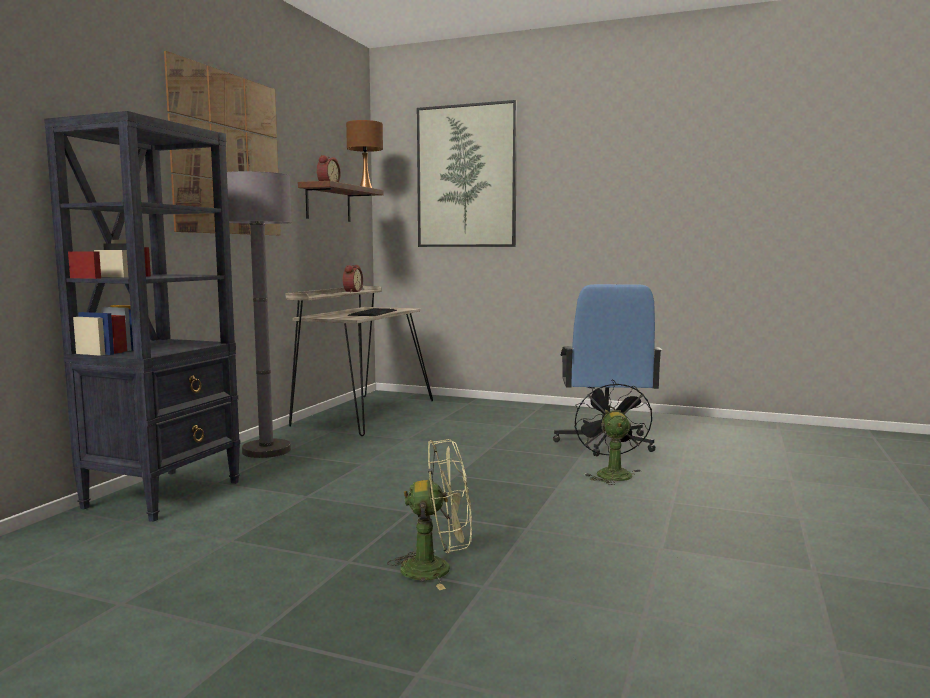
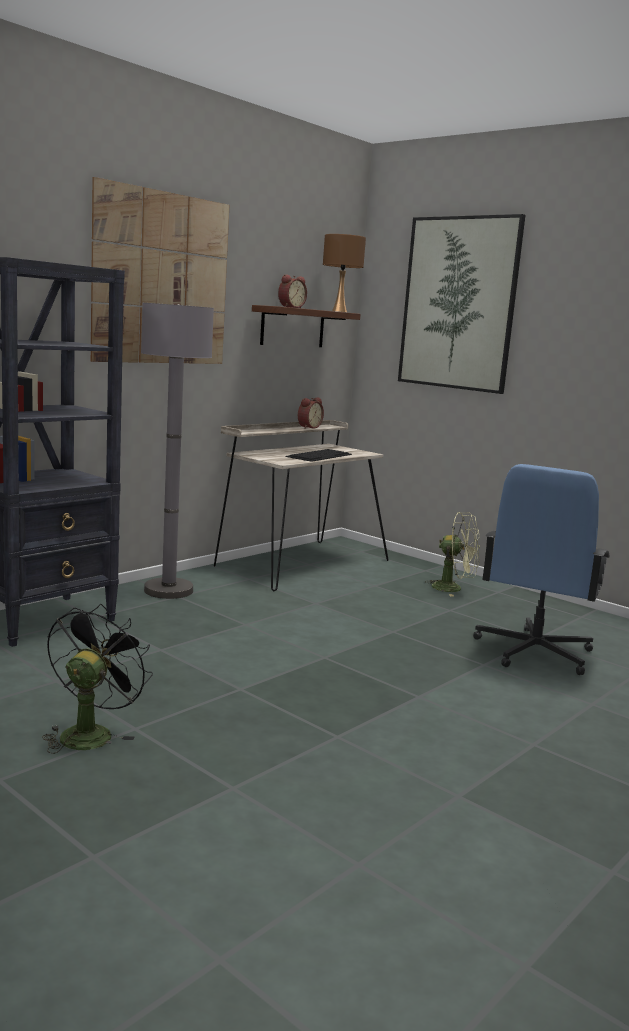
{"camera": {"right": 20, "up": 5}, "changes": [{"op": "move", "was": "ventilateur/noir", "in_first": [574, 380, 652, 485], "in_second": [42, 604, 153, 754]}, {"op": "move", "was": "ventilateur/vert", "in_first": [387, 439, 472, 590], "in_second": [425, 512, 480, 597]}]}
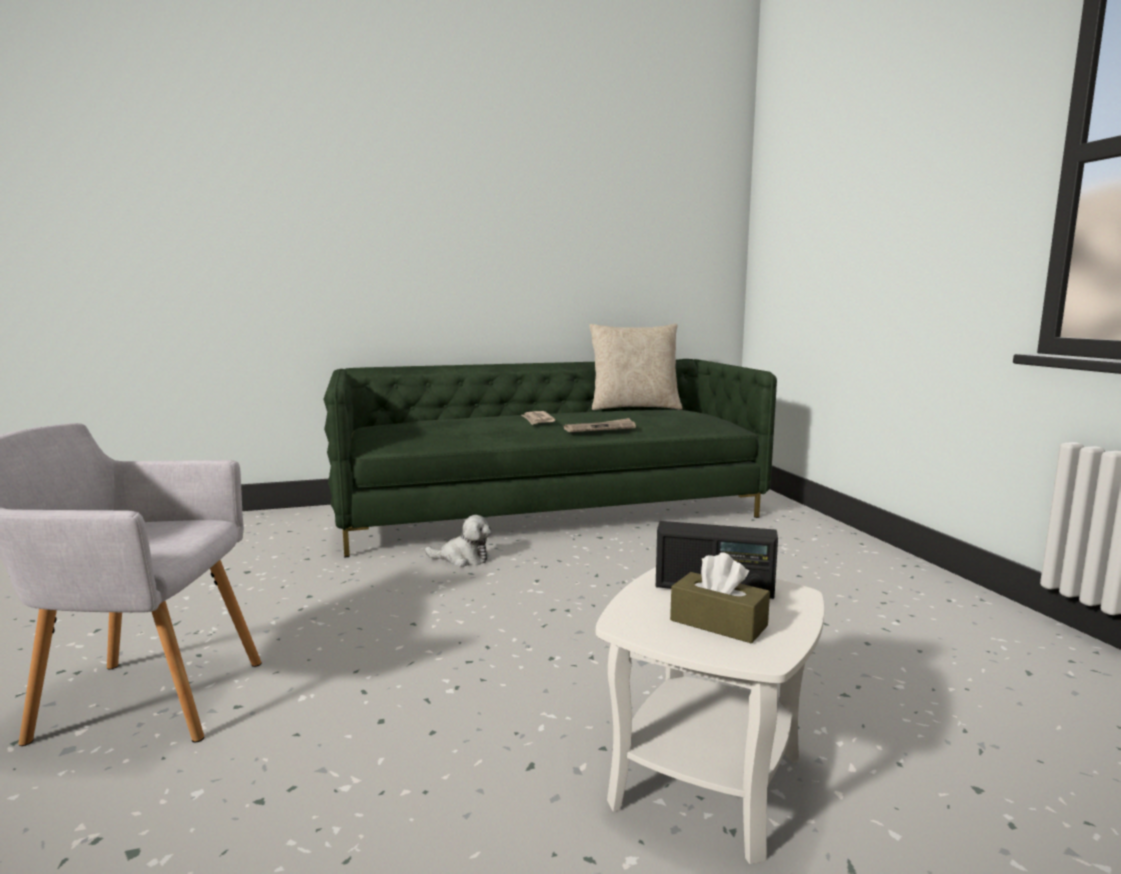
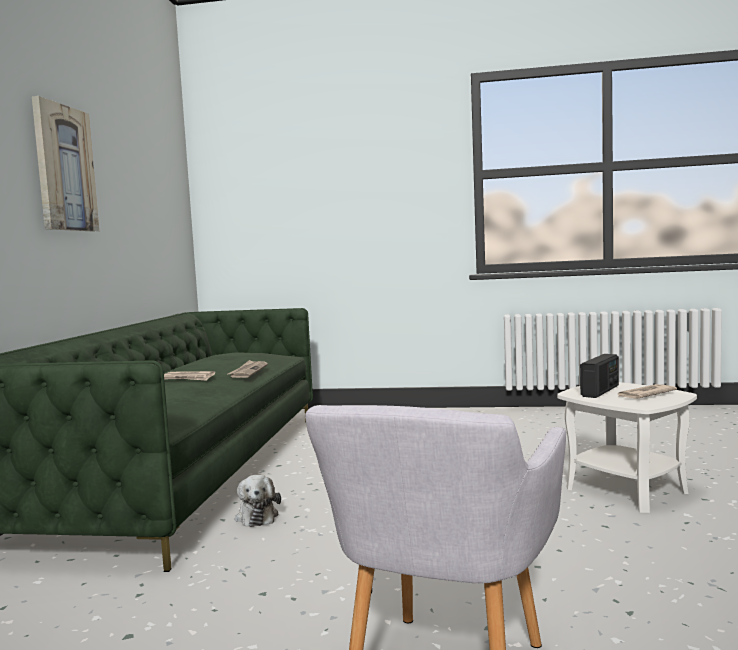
{"camera": {"right": -65, "up": -5}, "changes": [{"op": "insert", "now": "tableau", "in_second": [32, 96, 99, 232]}, {"op": "rotate", "was": "peluche", "in_first": [425, 515, 492, 567], "in_second": [235, 475, 281, 527], "clockwise": 135}, {"op": "replace", "was": "boîte à mouchoirs/marron", "now": "journal", "in_first": [670, 552, 770, 644], "in_second": [618, 384, 677, 399]}, {"op": "delete", "was": "coussin/beige", "in_first": [589, 323, 683, 410]}]}
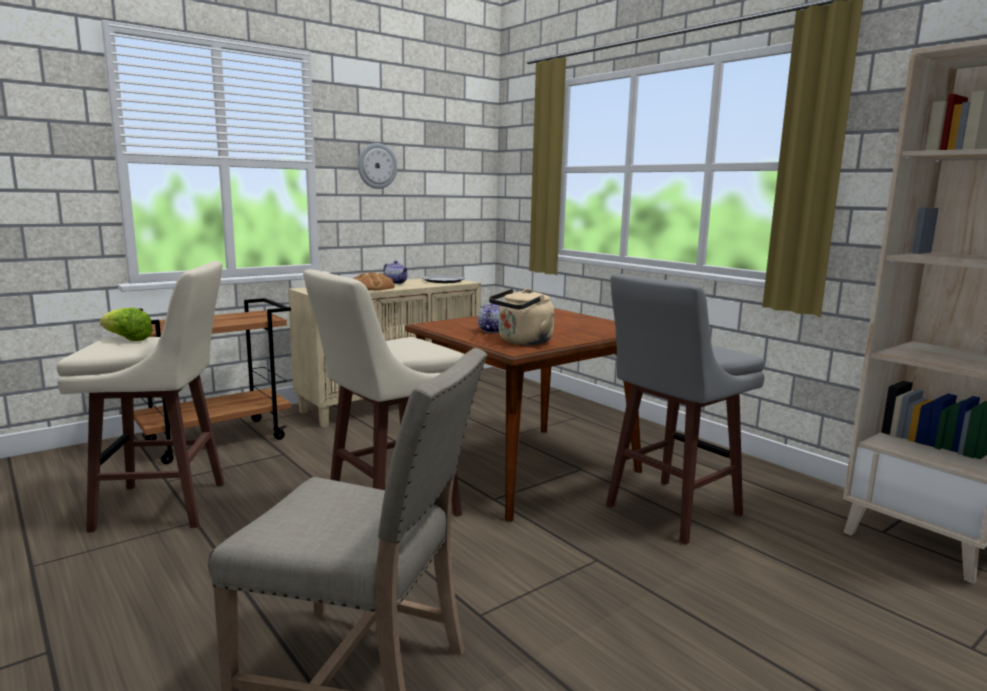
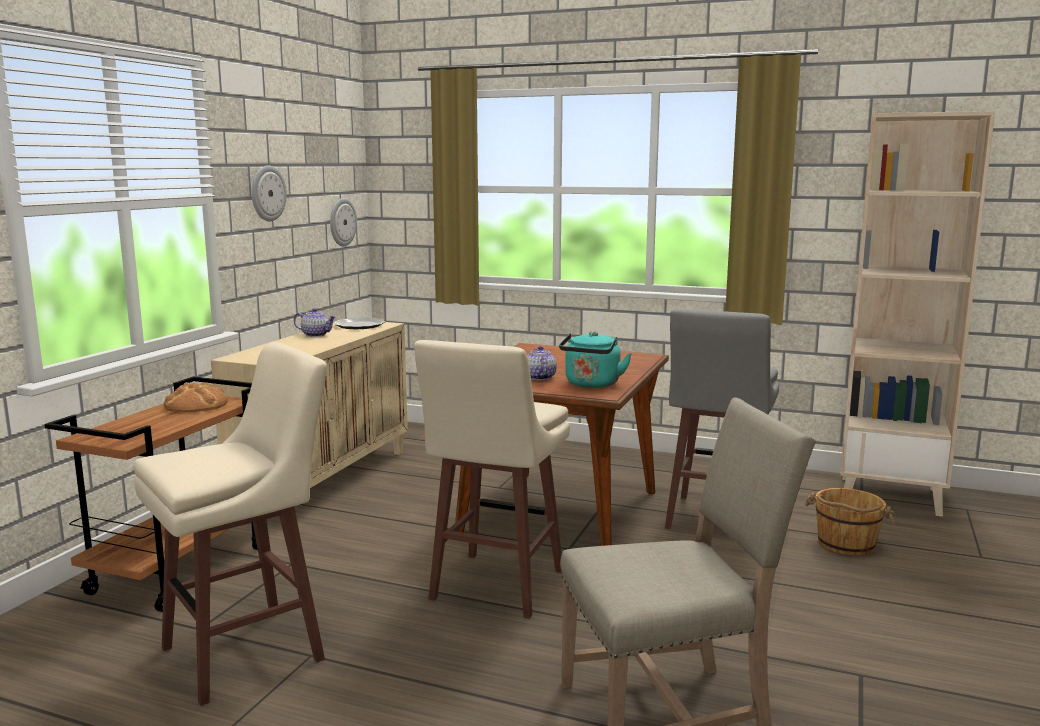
{"camera": {"right": -30, "up": 0}, "changes": [{"op": "move", "was": "pain", "in_first": [353, 272, 395, 290], "in_second": [164, 382, 228, 412]}, {"op": "insert", "now": "horloge murale", "in_second": [330, 198, 357, 247]}, {"op": "recolor", "was": "bouilloire/beige", "now": "bouilloire/turquoise", "in_first": [489, 288, 555, 345], "in_second": [559, 331, 632, 388]}, {"op": "insert", "now": "seau/marron", "in_second": [805, 488, 895, 556]}, {"op": "delete", "was": "laitue", "in_first": [100, 308, 153, 341]}]}
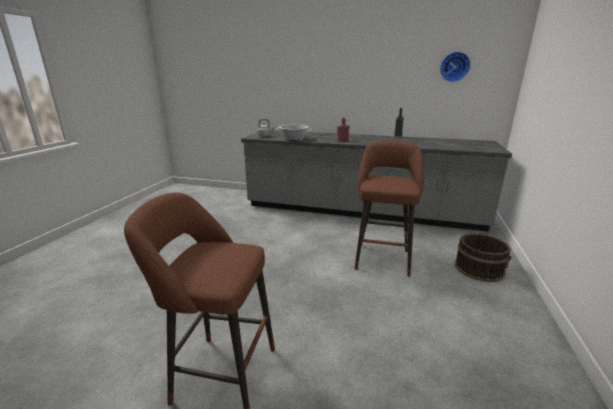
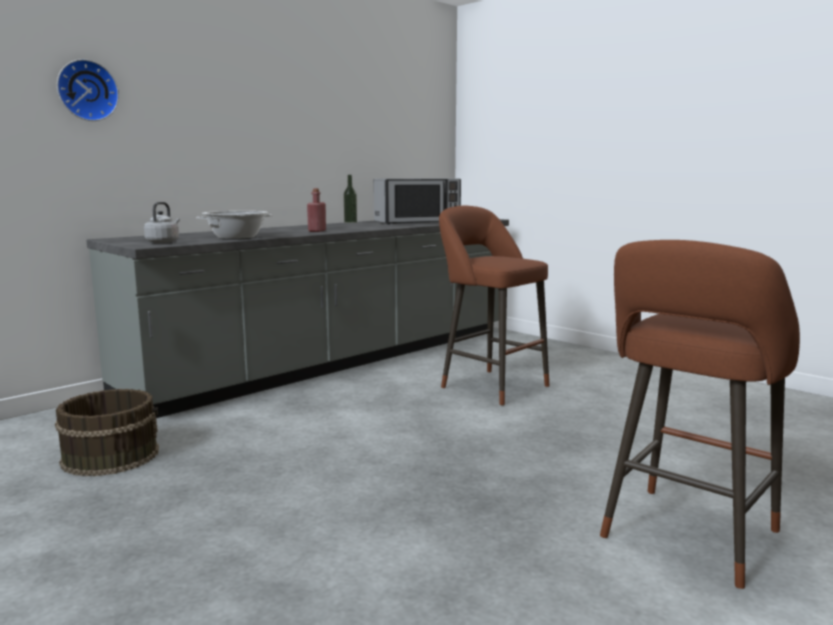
{"camera": {"right": -60, "up": -10}, "changes": [{"op": "move", "was": "seau/marron", "in_first": [454, 233, 512, 282], "in_second": [55, 389, 159, 476]}, {"op": "move", "was": "horloge murale", "in_first": [440, 52, 471, 82], "in_second": [57, 59, 119, 121]}, {"op": "insert", "now": "micro-ondes", "in_second": [374, 178, 461, 224]}]}
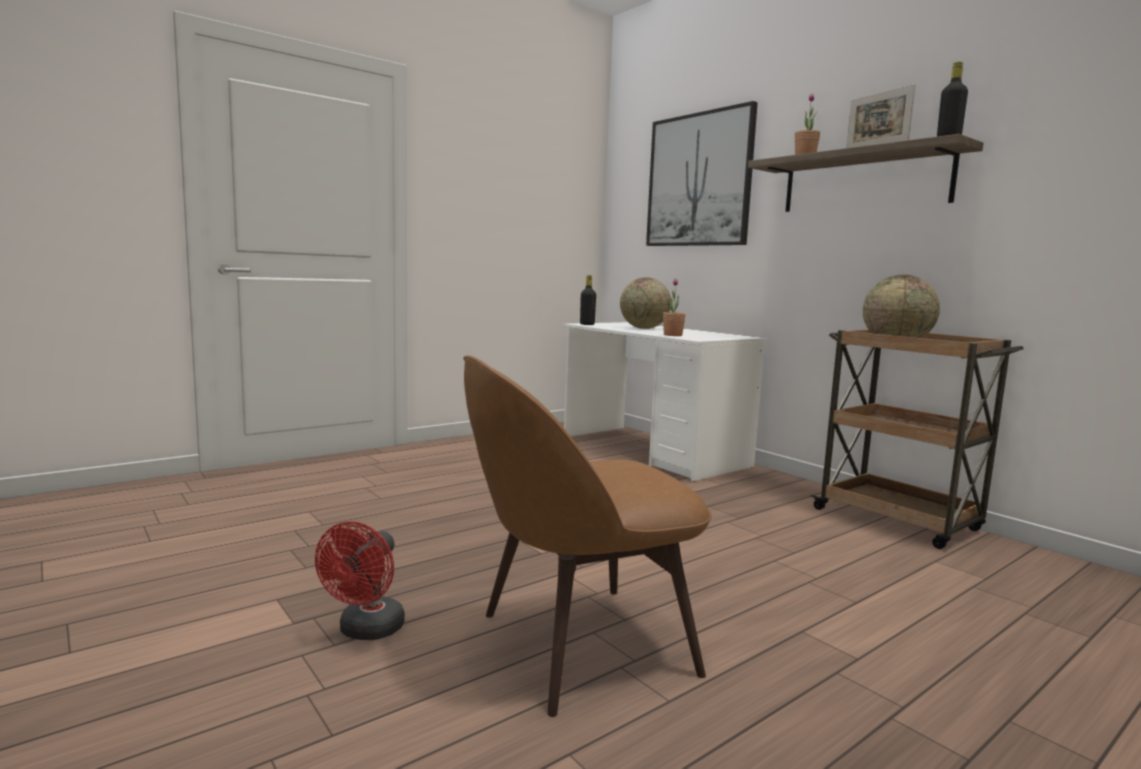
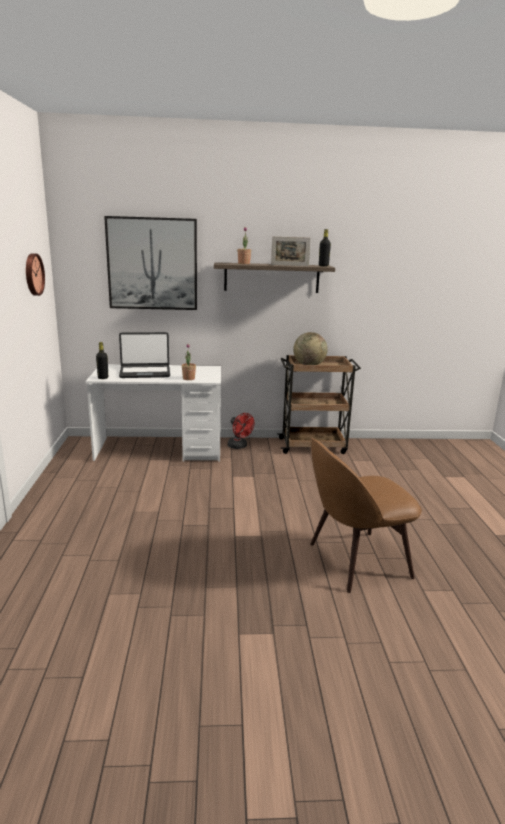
{"camera": {"right": -55, "up": 10}, "changes": [{"op": "insert", "now": "horloge murale", "in_second": [26, 253, 45, 296]}, {"op": "replace", "was": "globe", "now": "ordinateur portable", "in_first": [620, 277, 671, 329], "in_second": [119, 332, 170, 378]}, {"op": "move", "was": "ventilateur/rouge", "in_first": [315, 521, 405, 640], "in_second": [228, 413, 254, 449]}, {"op": "rotate", "was": "chaise/marron", "in_first": [463, 355, 712, 717], "in_second": [310, 438, 422, 593], "clockwise": 60}]}
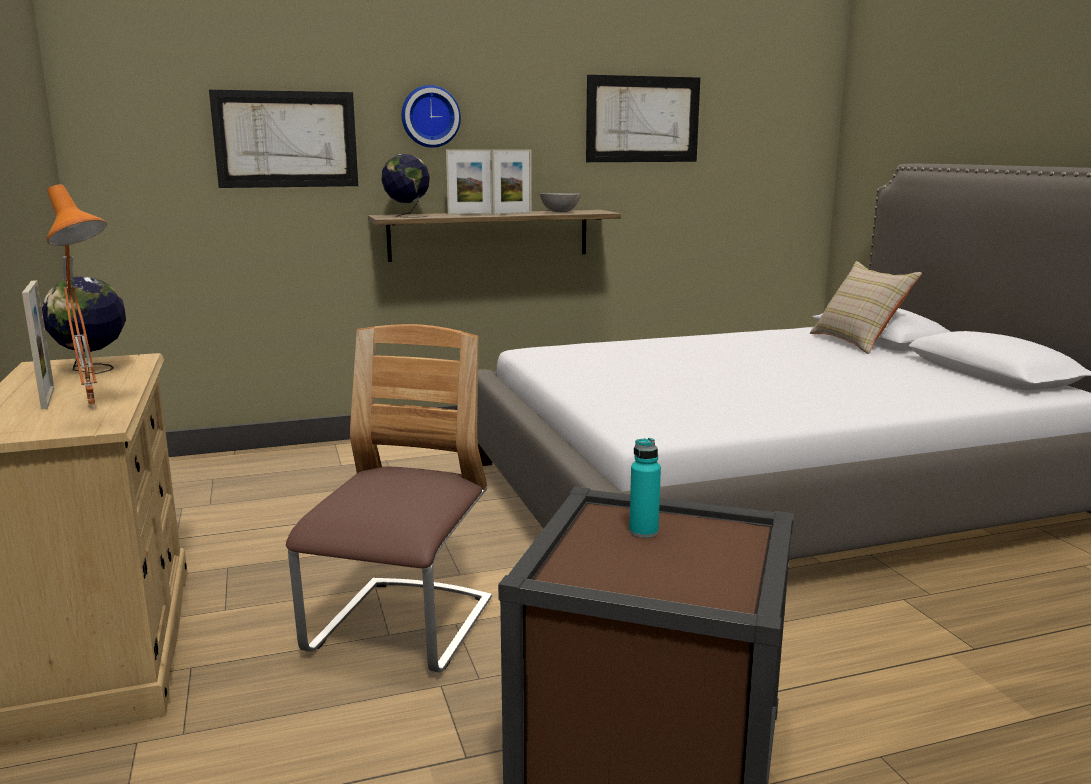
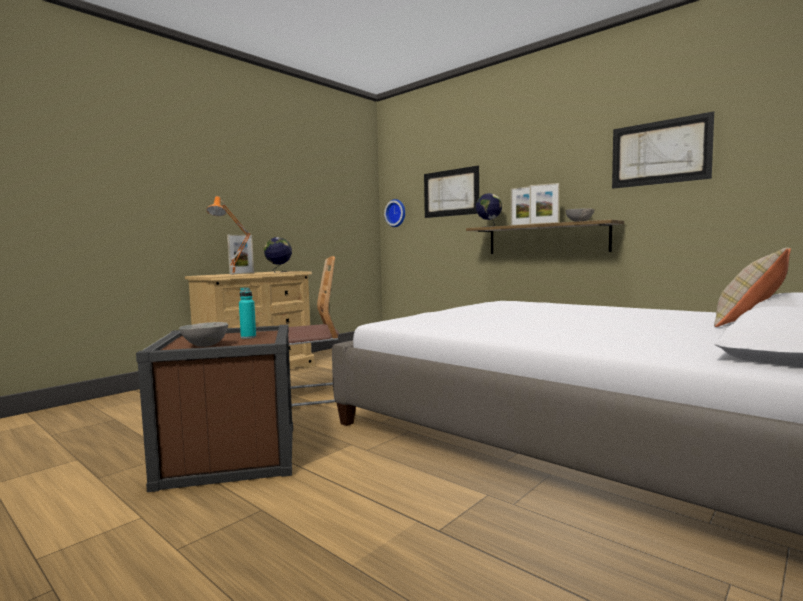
{"camera": {"right": 60, "up": -10}, "changes": [{"op": "insert", "now": "bol/gris", "in_second": [179, 322, 228, 347]}, {"op": "move", "was": "horloge murale", "in_first": [402, 85, 461, 148], "in_second": [384, 199, 405, 227]}]}
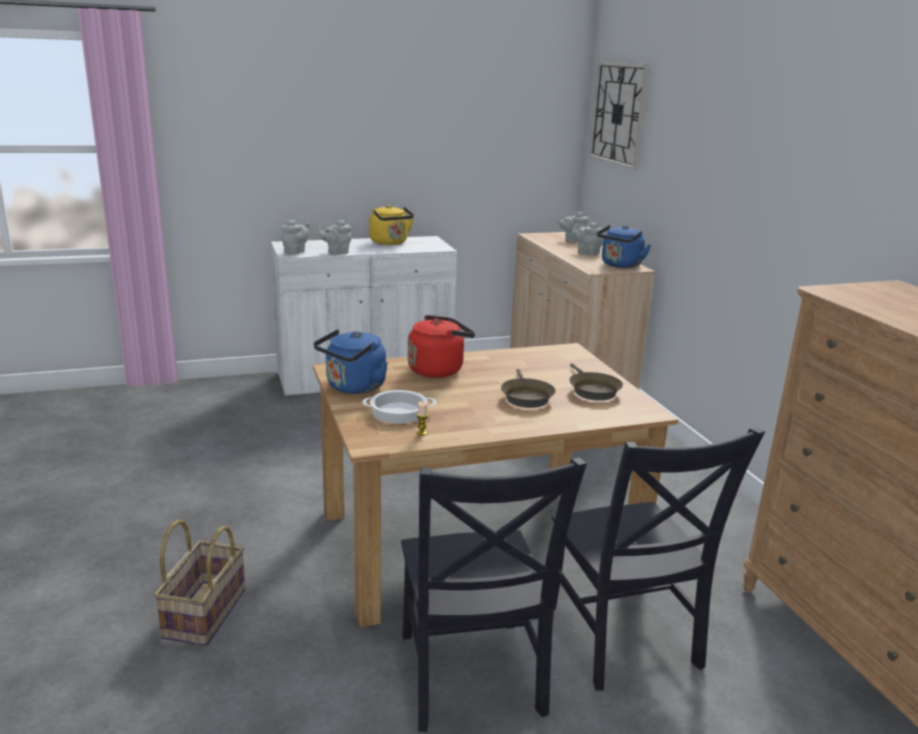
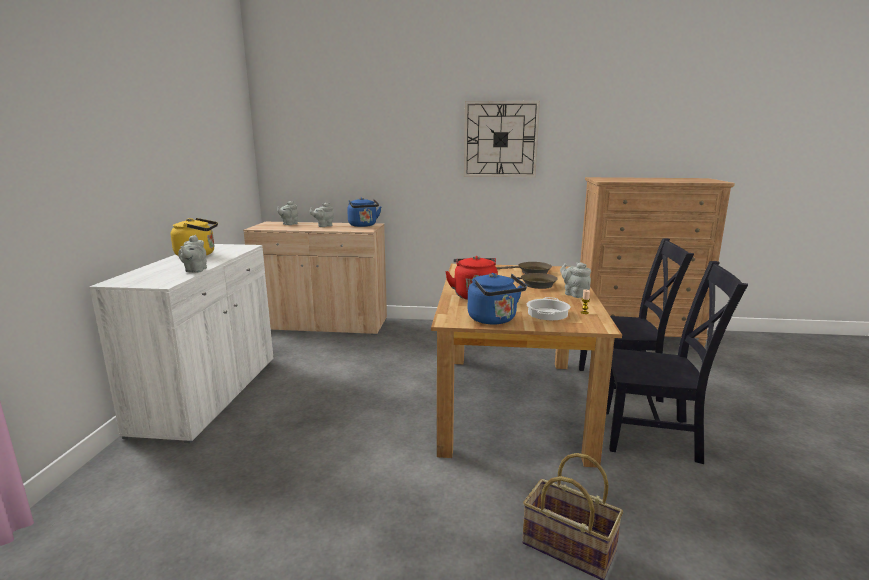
{"camera": {"right": -65, "up": -5}, "changes": [{"op": "move", "was": "horloge murale", "in_first": [589, 61, 650, 170], "in_second": [464, 101, 540, 177]}, {"op": "move", "was": "théière/gris", "in_first": [282, 220, 309, 254], "in_second": [560, 262, 591, 298]}]}
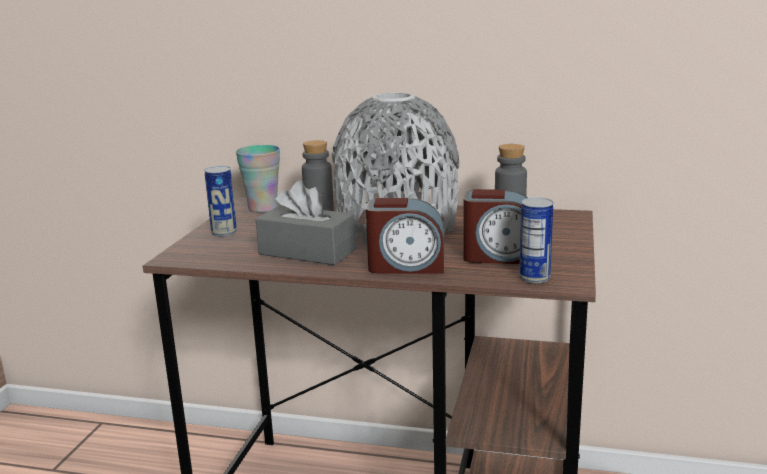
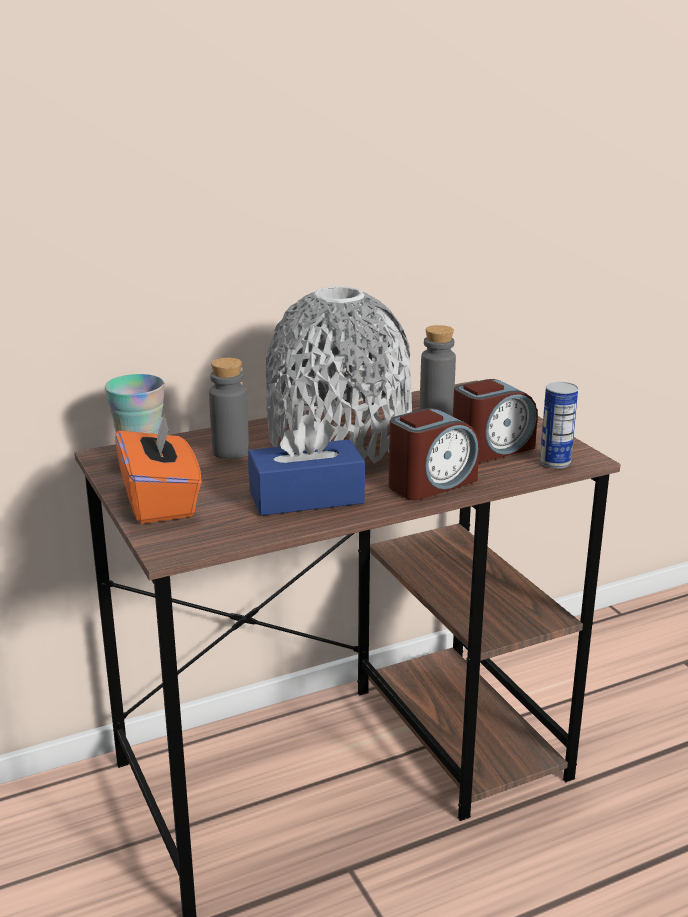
{"camera": {"right": -40, "up": 5}, "changes": [{"op": "replace", "was": "boîte métallique", "now": "boîte à mouchoirs/orange", "in_first": [204, 166, 237, 236], "in_second": [115, 413, 202, 524]}, {"op": "recolor", "was": "boîte à mouchoirs/gris", "now": "boîte à mouchoirs/bleu", "in_first": [256, 181, 356, 265], "in_second": [248, 415, 365, 516]}]}
